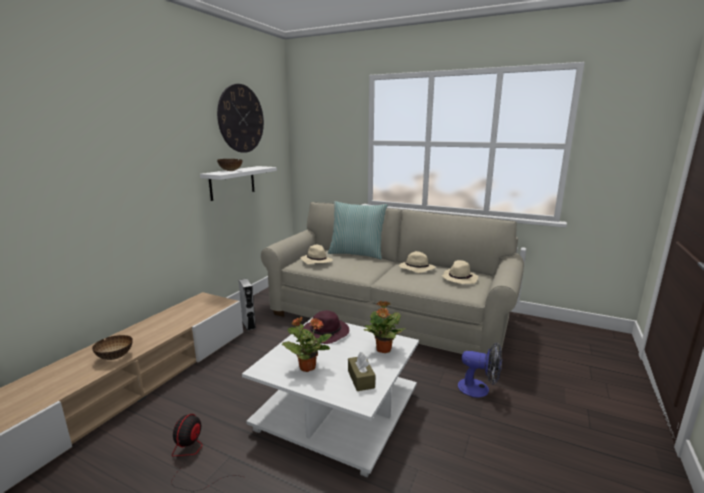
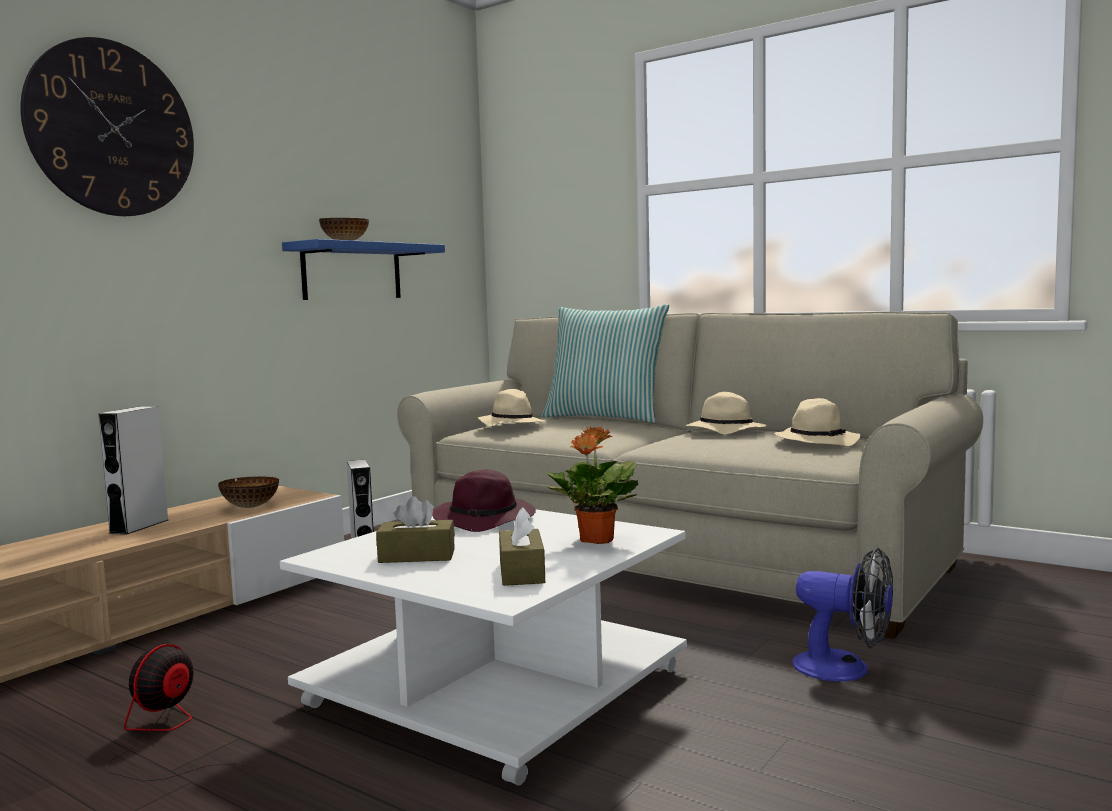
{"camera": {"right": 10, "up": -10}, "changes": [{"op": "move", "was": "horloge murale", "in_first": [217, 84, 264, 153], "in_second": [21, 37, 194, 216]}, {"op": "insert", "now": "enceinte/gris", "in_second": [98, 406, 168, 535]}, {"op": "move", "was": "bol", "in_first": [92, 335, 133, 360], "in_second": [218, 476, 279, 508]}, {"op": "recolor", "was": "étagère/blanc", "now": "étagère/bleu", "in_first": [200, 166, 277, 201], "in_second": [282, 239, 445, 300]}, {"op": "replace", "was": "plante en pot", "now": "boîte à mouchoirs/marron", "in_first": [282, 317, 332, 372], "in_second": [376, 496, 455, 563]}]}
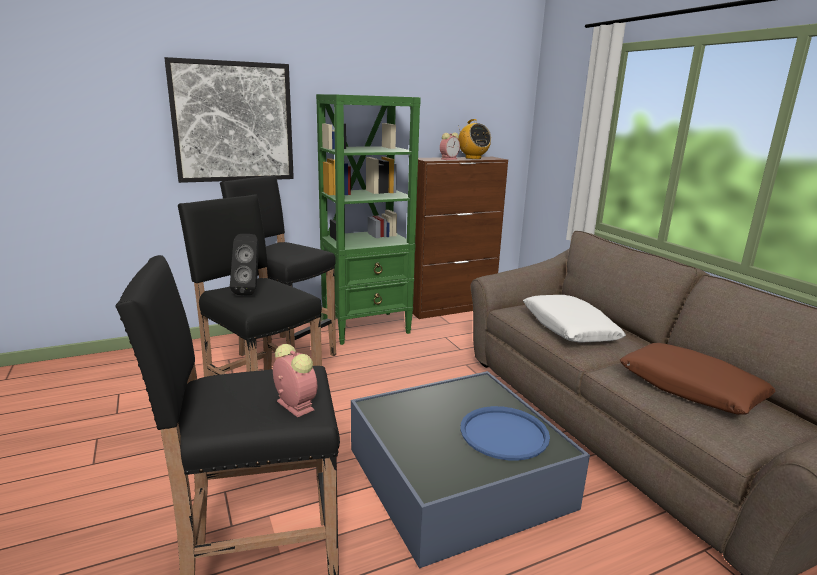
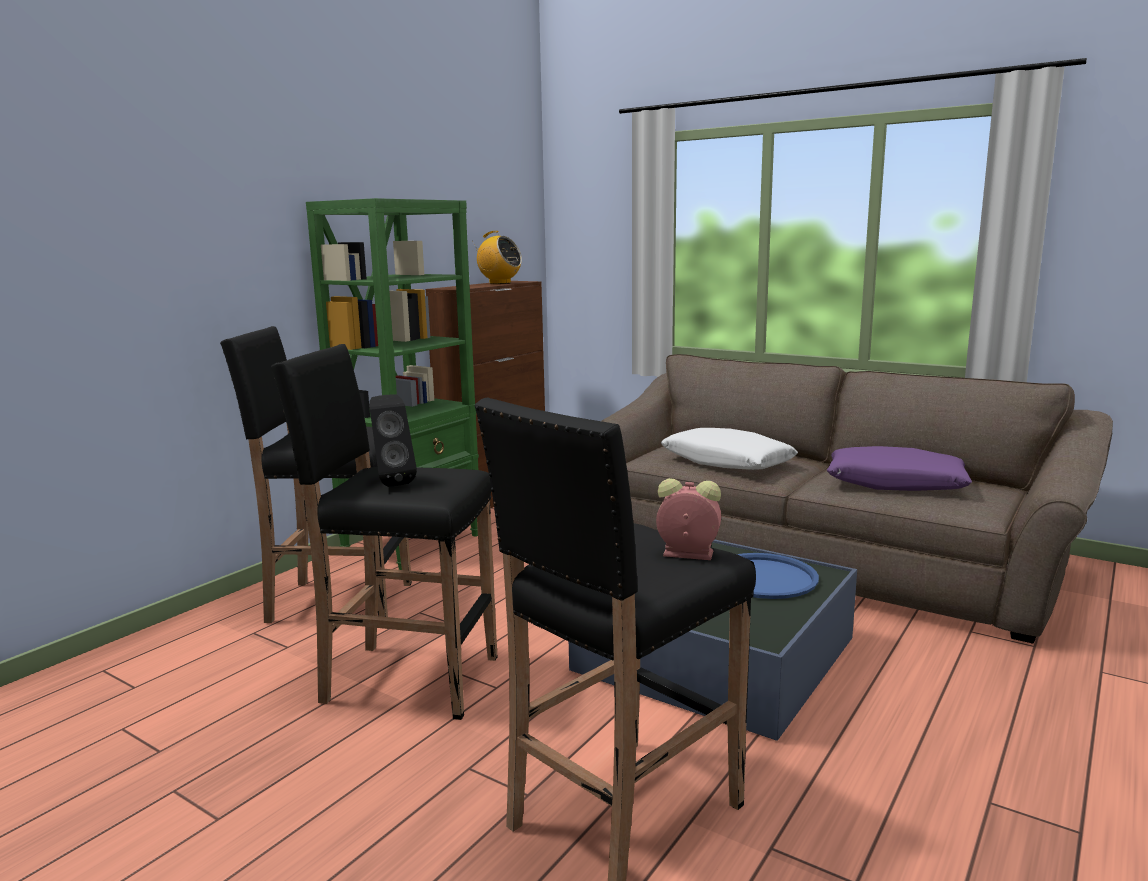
{"camera": {"right": -30, "up": -5}, "changes": [{"op": "recolor", "was": "coussin/marron", "now": "coussin/violet", "in_first": [620, 343, 775, 415], "in_second": [827, 446, 972, 491]}, {"op": "delete", "was": "tableau", "in_first": [165, 57, 294, 183]}, {"op": "delete", "was": "réveil", "in_first": [440, 133, 460, 160]}]}
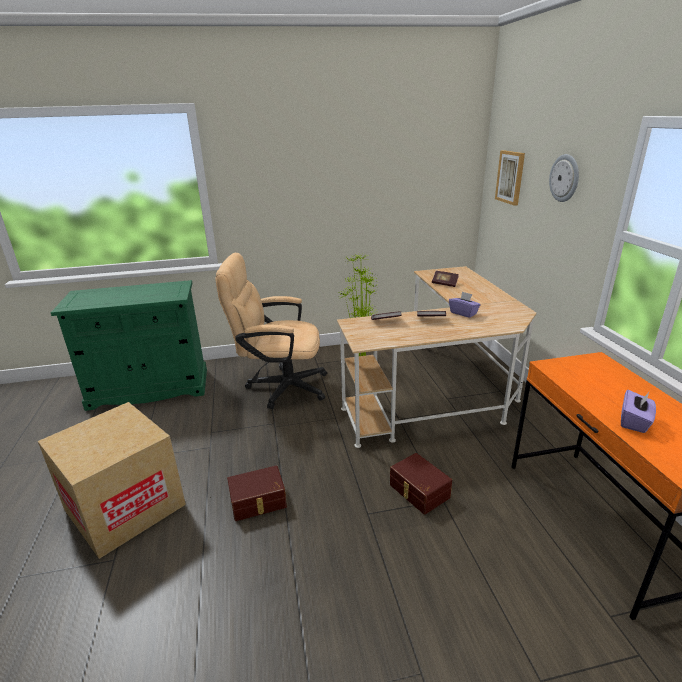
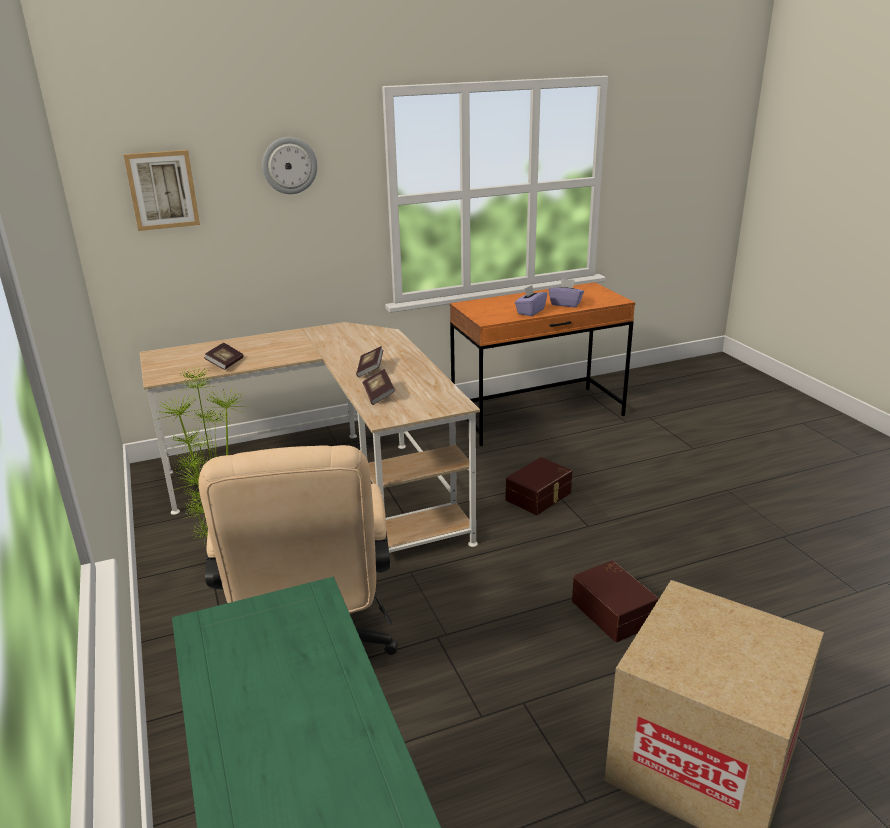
{"camera": {"right": -100, "up": 0}, "changes": [{"op": "move", "was": "boîte à mouchoirs/violet", "in_first": [449, 292, 481, 318], "in_second": [515, 285, 547, 316]}]}
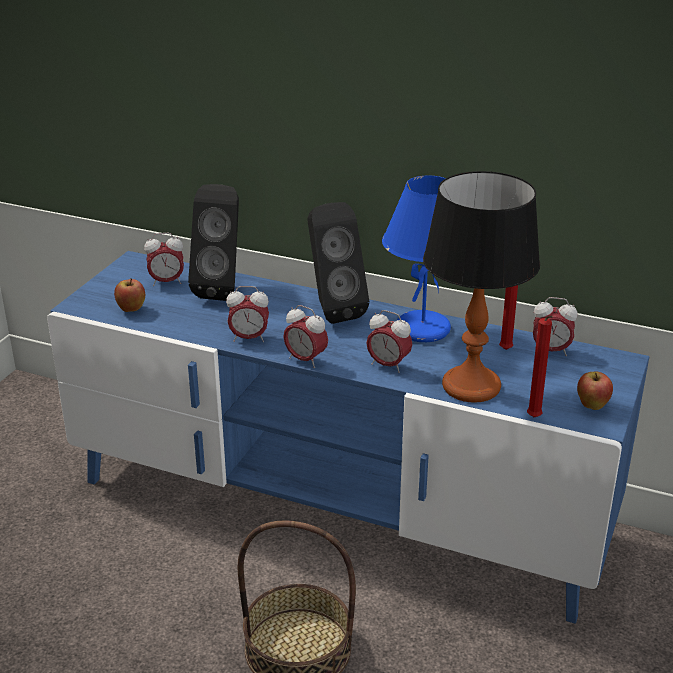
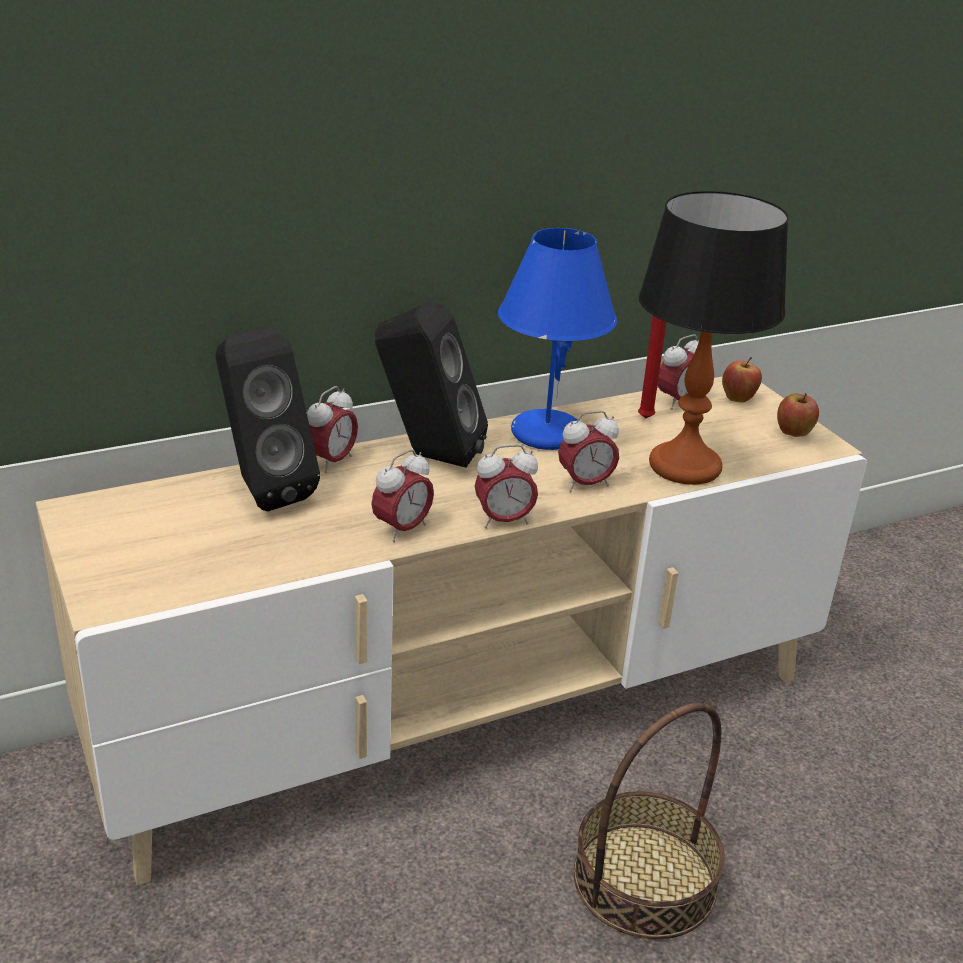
{"camera": {"right": -50, "up": 0}, "changes": [{"op": "recolor", "was": "meuble télé/bleu", "now": "meuble télé/beige", "in_first": [47, 251, 649, 624], "in_second": [36, 376, 867, 885]}, {"op": "move", "was": "réveil", "in_first": [144, 233, 184, 286], "in_second": [307, 386, 358, 473]}, {"op": "move", "was": "pomme", "in_first": [114, 278, 145, 312], "in_second": [722, 357, 762, 403]}, {"op": "delete", "was": "bougie/rouge", "in_first": [527, 316, 553, 417]}]}
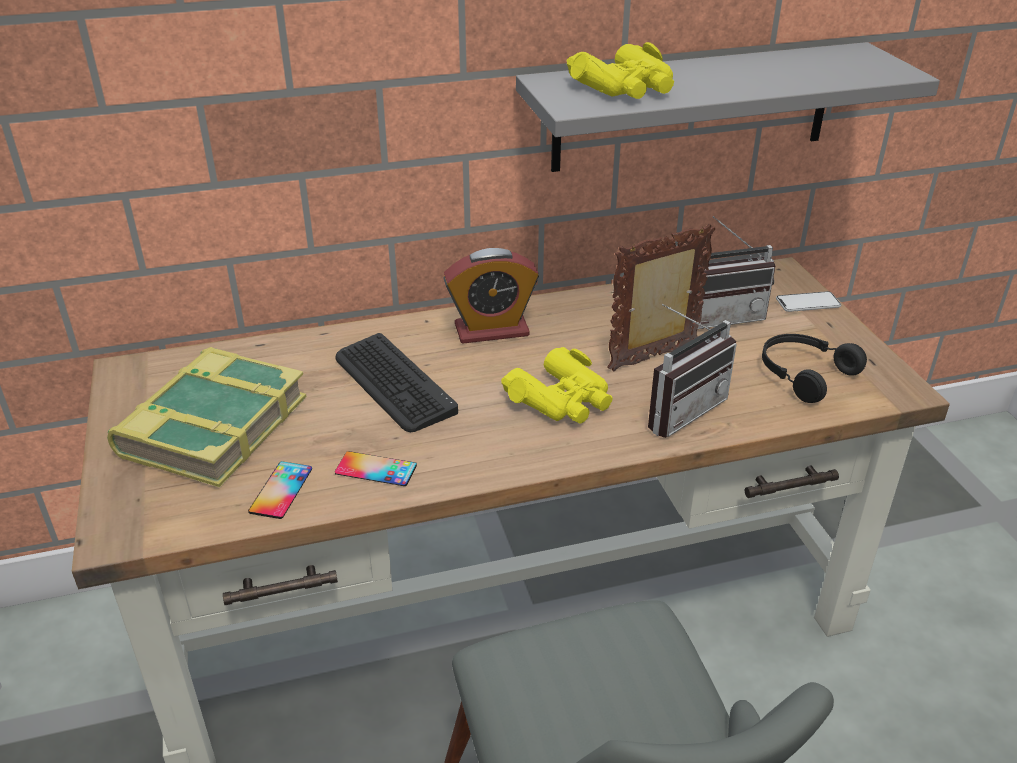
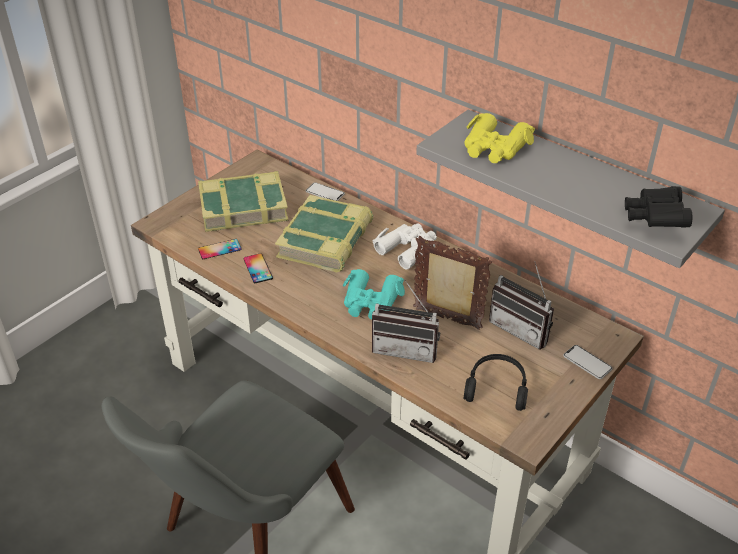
{"camera": {"right": 55, "up": 5}, "changes": [{"op": "replace", "was": "clavier", "now": "livre", "in_first": [335, 333, 458, 432], "in_second": [275, 195, 373, 273]}, {"op": "insert", "now": "téléphone", "in_second": [306, 182, 345, 201]}, {"op": "recolor", "was": "jumelles/jaune", "now": "jumelles/turquoise", "in_first": [501, 347, 613, 424], "in_second": [343, 269, 405, 320]}, {"op": "replace", "was": "réveil", "now": "jumelles/blanc", "in_first": [443, 248, 539, 344], "in_second": [372, 223, 437, 270]}, {"op": "insert", "now": "jumelles/noir", "in_second": [625, 186, 692, 228]}]}
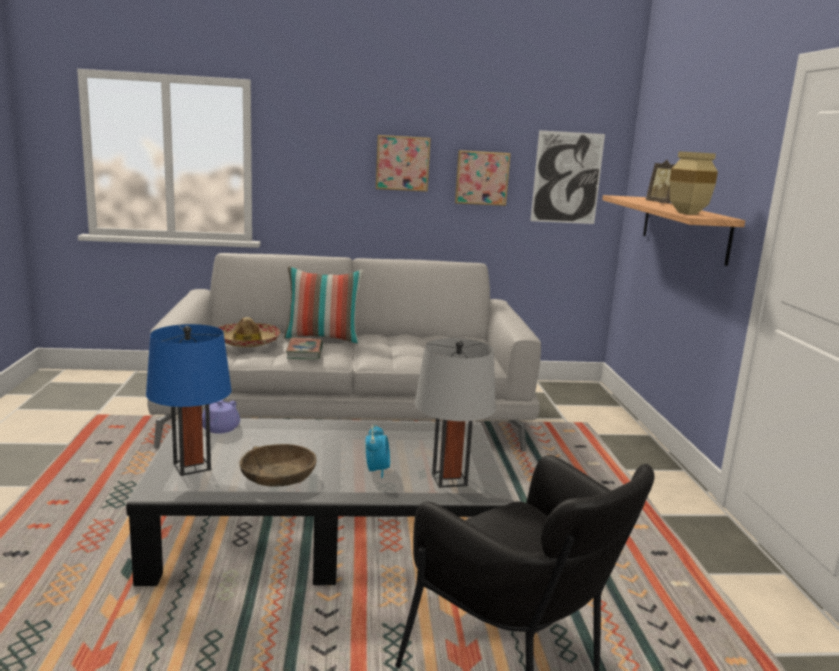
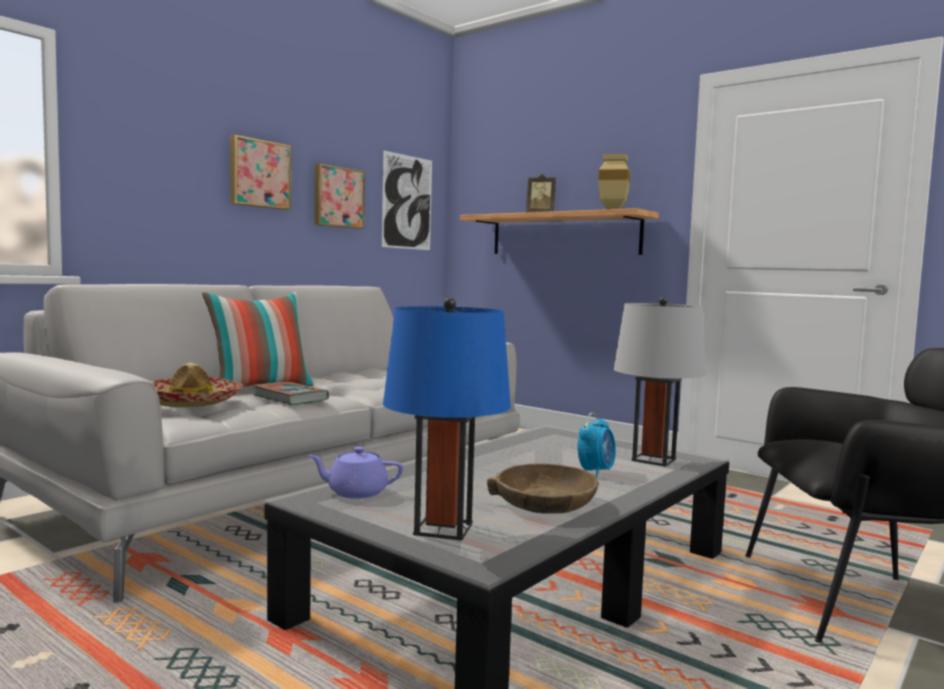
{"camera": {"right": -45, "up": -10}, "changes": [{"op": "rotate", "was": "théière/violet", "in_first": [202, 400, 240, 434], "in_second": [308, 447, 403, 499], "clockwise": 120}, {"op": "rotate", "was": "réveil", "in_first": [365, 425, 390, 478], "in_second": [578, 413, 616, 478], "clockwise": 75}]}
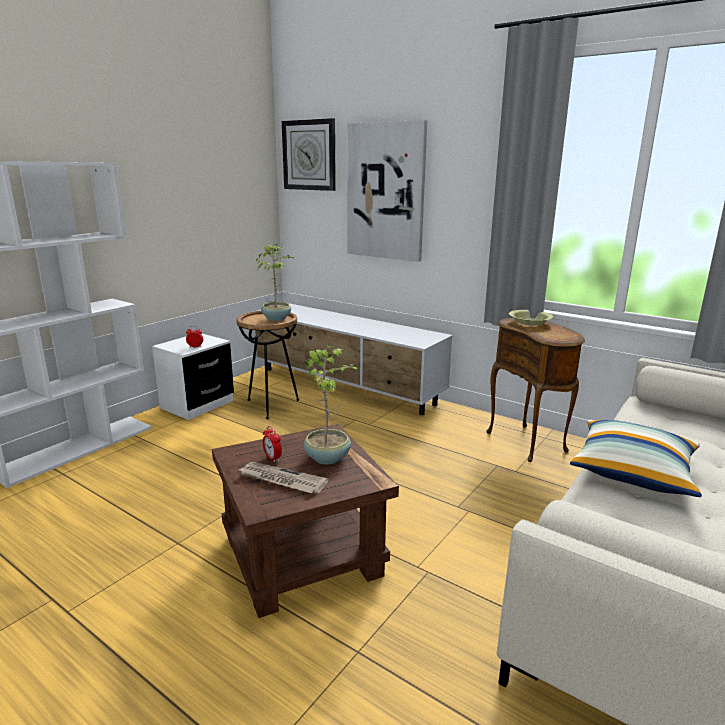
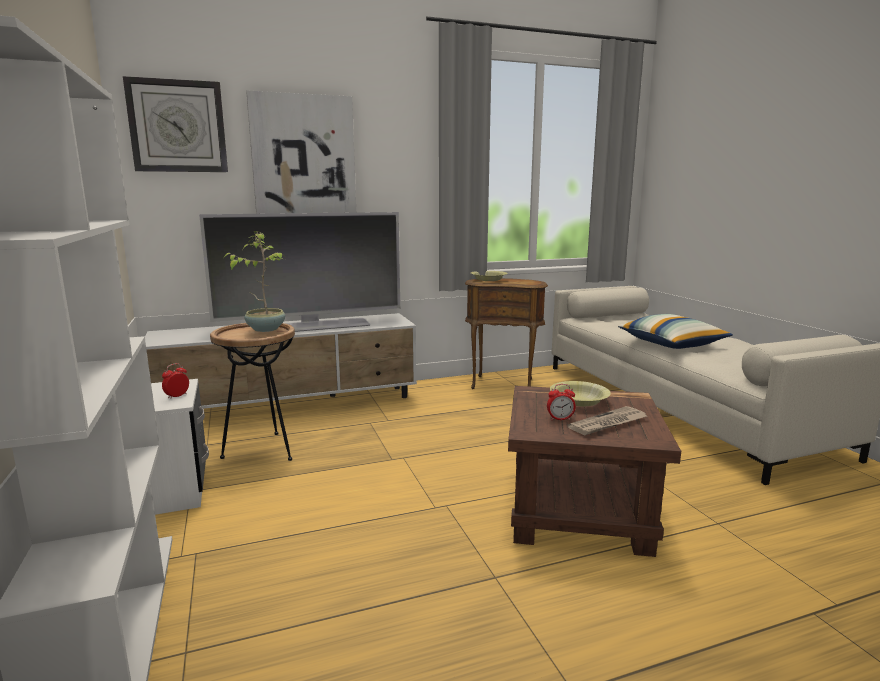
{"camera": {"right": -55, "up": -5}, "changes": [{"op": "insert", "now": "téléviseur", "in_second": [199, 212, 400, 332]}, {"op": "replace", "was": "plante en pot", "now": "bol/jaune", "in_first": [304, 346, 360, 464], "in_second": [550, 381, 611, 406]}]}
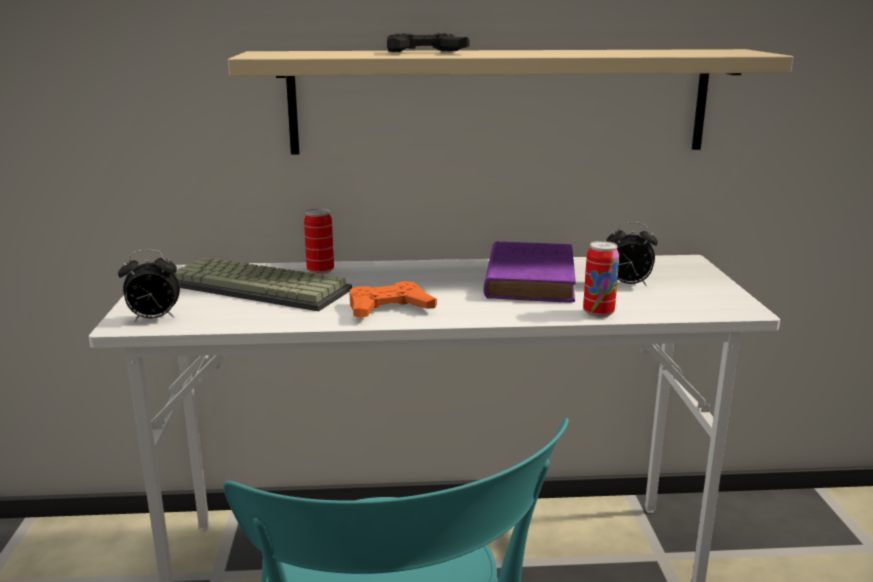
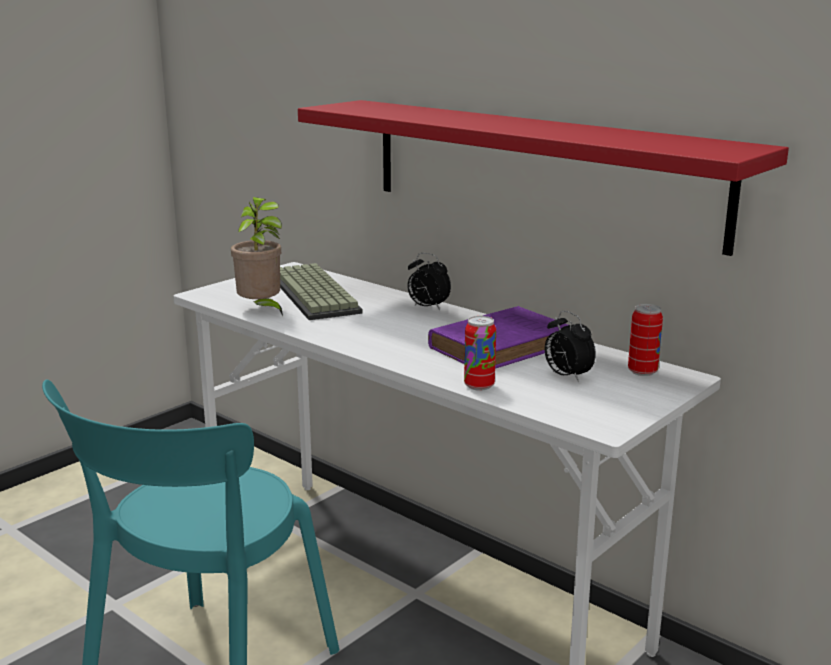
{"camera": {"right": 45, "up": 0}, "changes": [{"op": "insert", "now": "plante en pot", "in_second": [231, 197, 283, 316]}, {"op": "recolor", "was": "étagère/beige", "now": "étagère/rouge", "in_first": [228, 49, 793, 154], "in_second": [298, 100, 789, 256]}, {"op": "move", "was": "réveil", "in_first": [118, 250, 180, 321], "in_second": [407, 253, 451, 310]}, {"op": "move", "was": "boîte métallique", "in_first": [304, 208, 334, 275], "in_second": [628, 304, 663, 376]}, {"op": "delete", "was": "manette/orange", "in_first": [350, 281, 437, 318]}, {"op": "delete", "was": "manette/noir", "in_first": [387, 33, 469, 52]}]}
